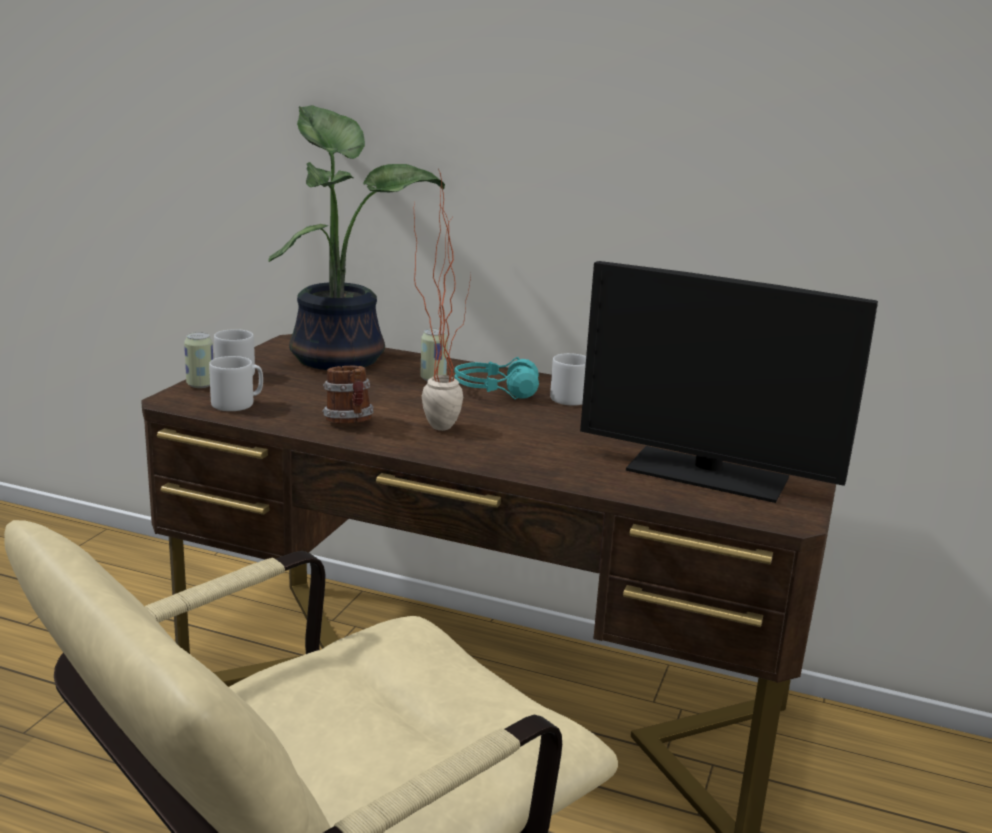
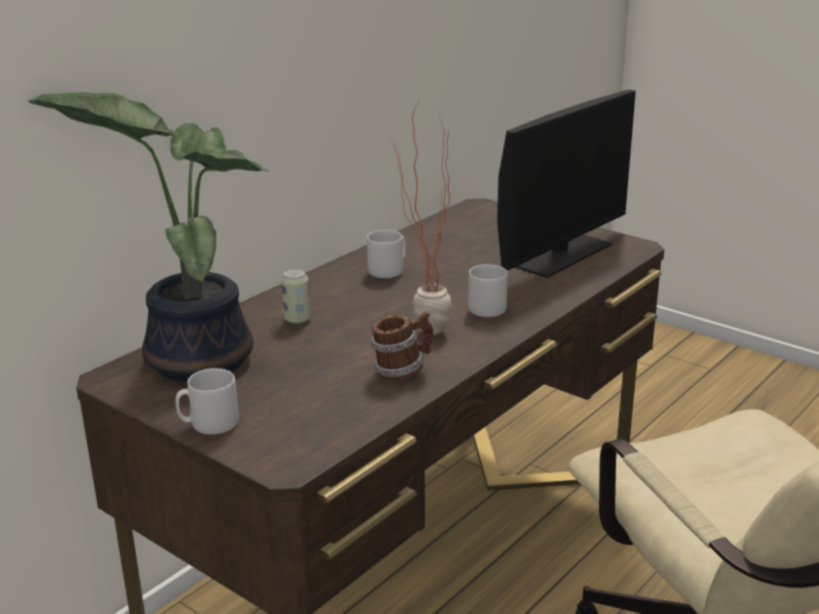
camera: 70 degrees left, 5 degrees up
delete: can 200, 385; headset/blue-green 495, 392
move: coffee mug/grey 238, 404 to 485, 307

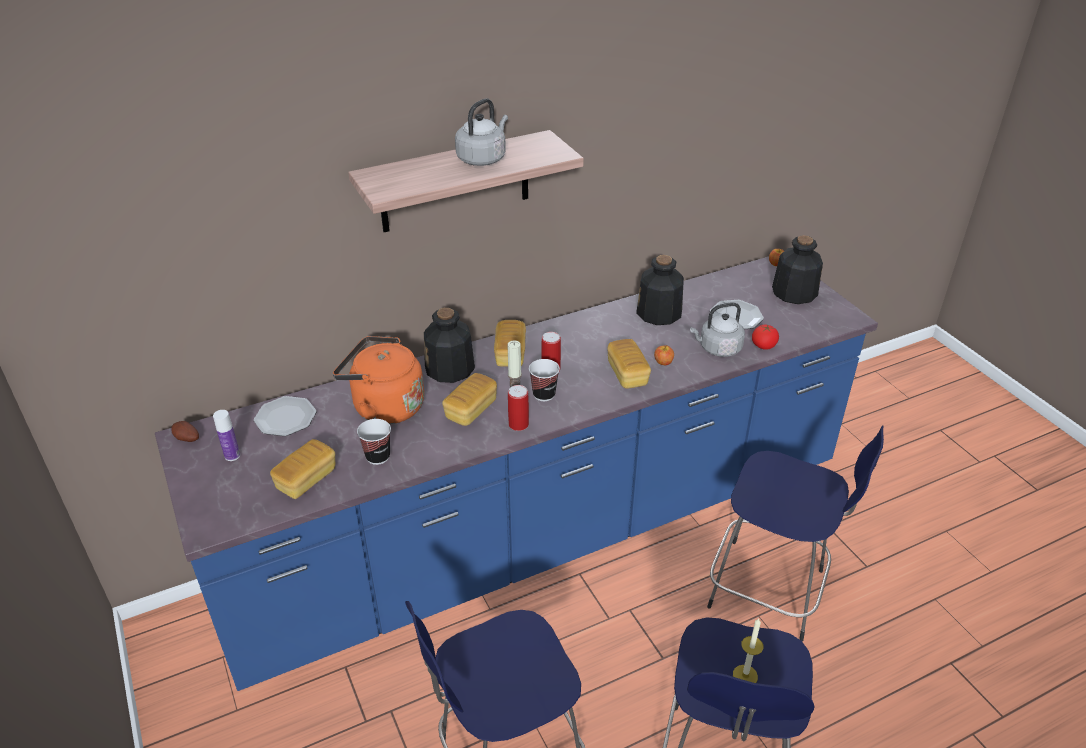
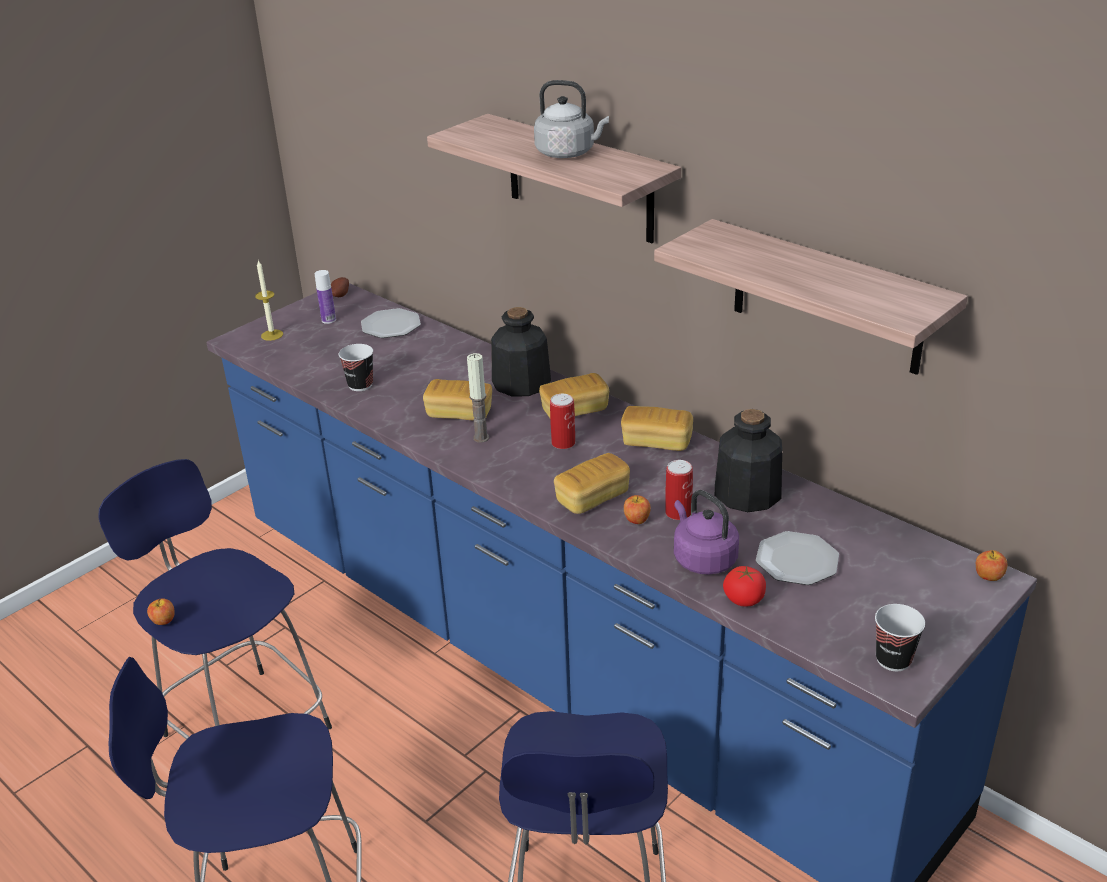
camera: 70 degrees right, 5 degrees down
delete: water kettle/orange-coloured 384, 407; bottle 793, 292
insert: whole apple 163, 621; wall shelf 826, 298
move: baked bread 306, 479 to 656, 442; can 518, 424 to 678, 513; small cup 544, 394 to 893, 659; wax candle 745, 675 to 272, 335
recolor: water kettle/grey 717, 349 to water kettle/purplish 702, 558

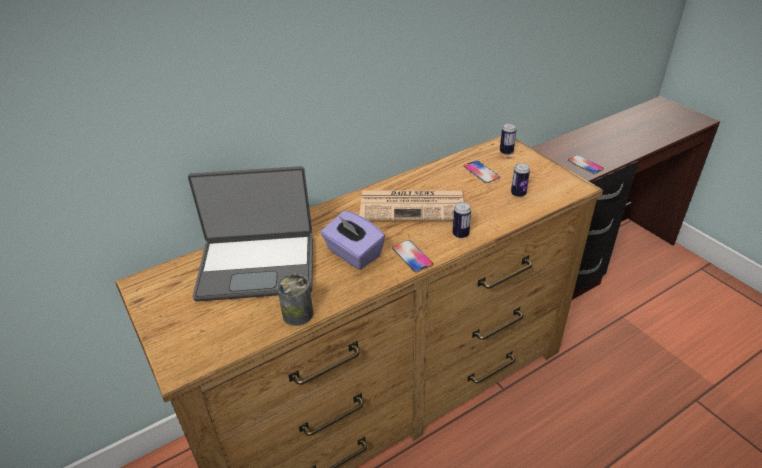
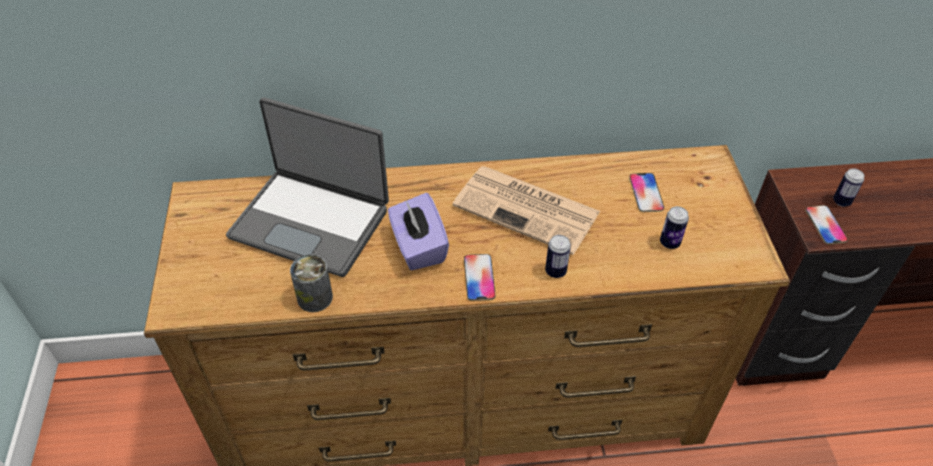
camera: 25 degrees right, 10 degrees up
move: can 506, 152 to 841, 201

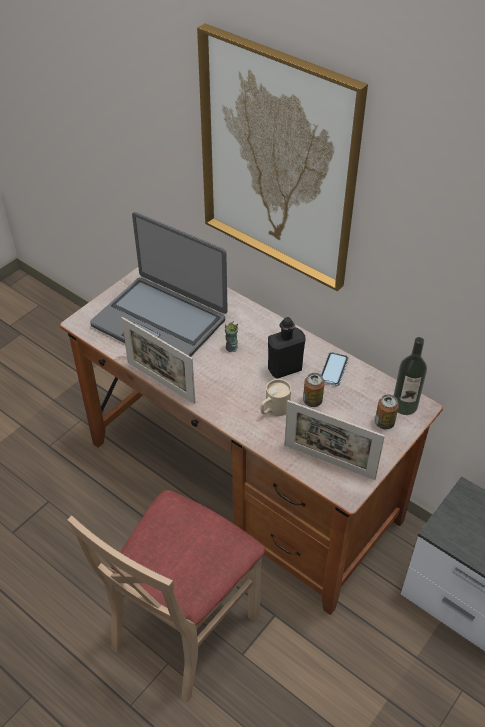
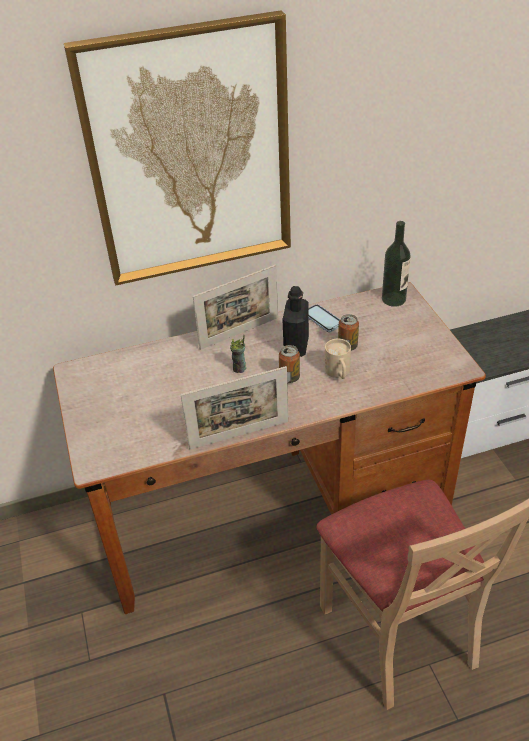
camera: 55 degrees left, 5 degrees down
delete: portable computer 160, 321
move: picture frame 329, 462 to 239, 333; can 384, 423 to 289, 377

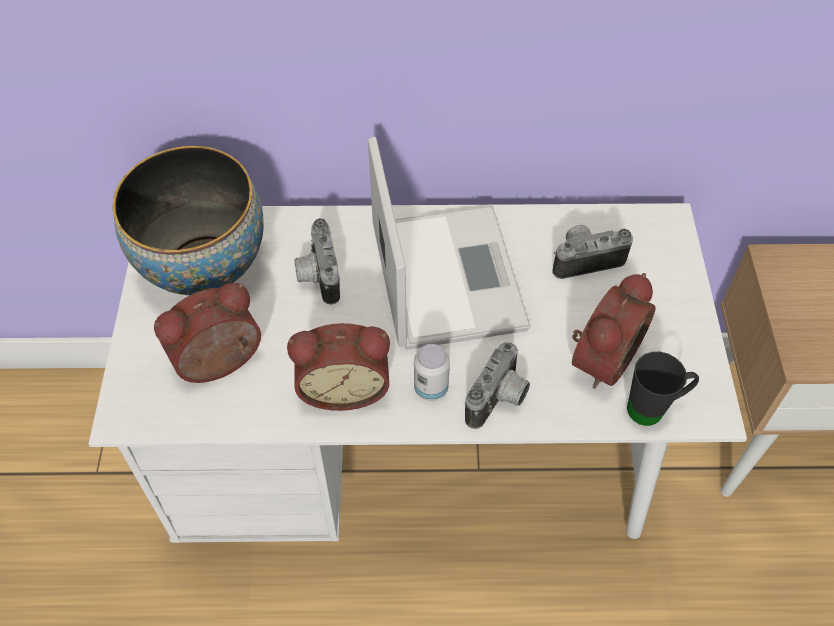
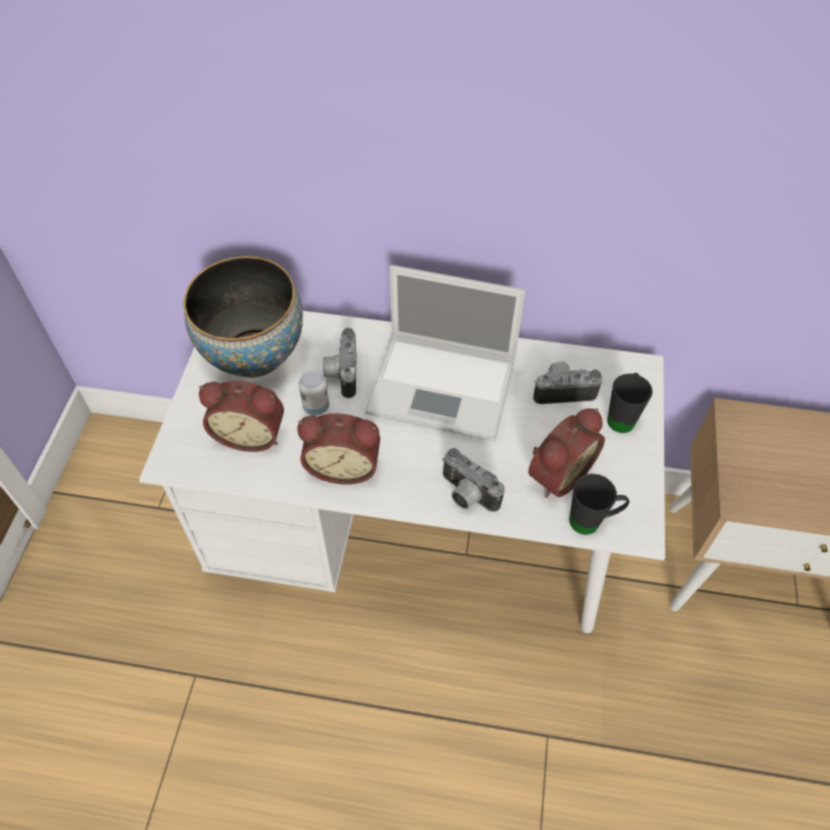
camera: 10 degrees right, 0 degrees up
insert: coffee mug/blackish 622, 416
move: can 431, 388 to 316, 407
rotate: table clock 220, 364 = 251, 433 150 degrees counterclockwise; portable computer 445, 274 = 445, 386 105 degrees clockwise; still camera 499, 400 = 466, 495 90 degrees clockwise

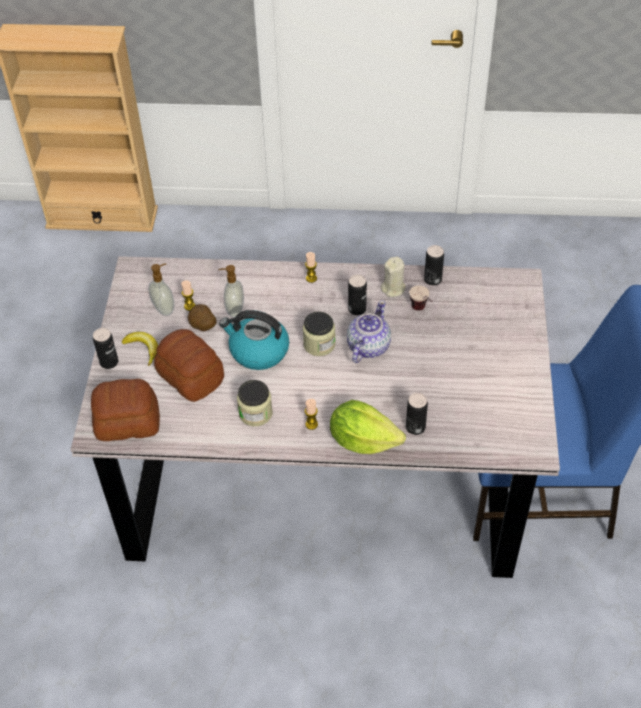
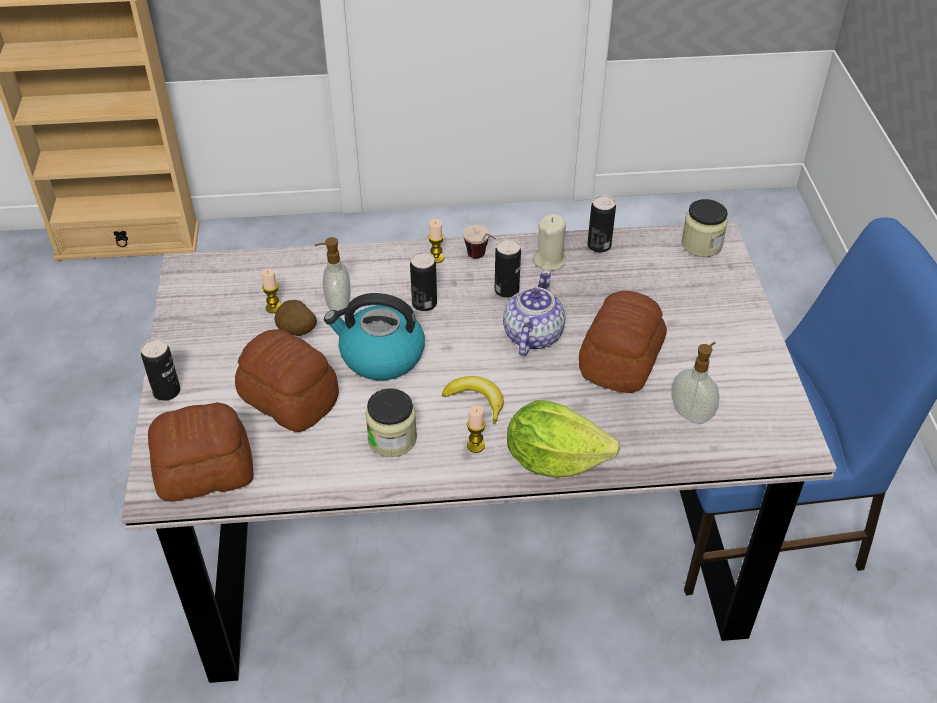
camera: 10 degrees left, 5 degrees down
insert: baked bread 622, 360
move: banana 143, 349 to 476, 401; soap dispenser 164, 308 to 691, 413; preserve jar 319, 344 to 701, 244; can 415, 427 to 424, 303; small cup 421, 311 to 481, 259

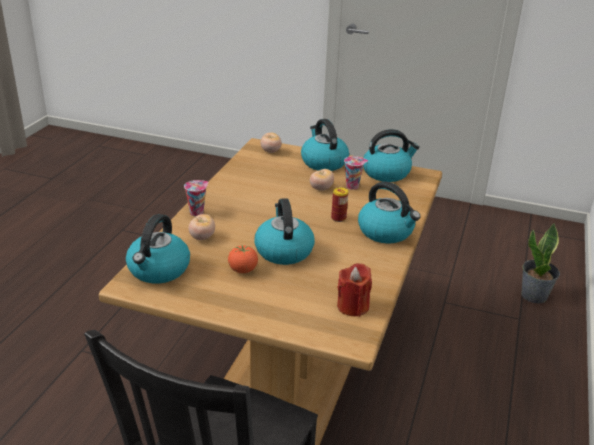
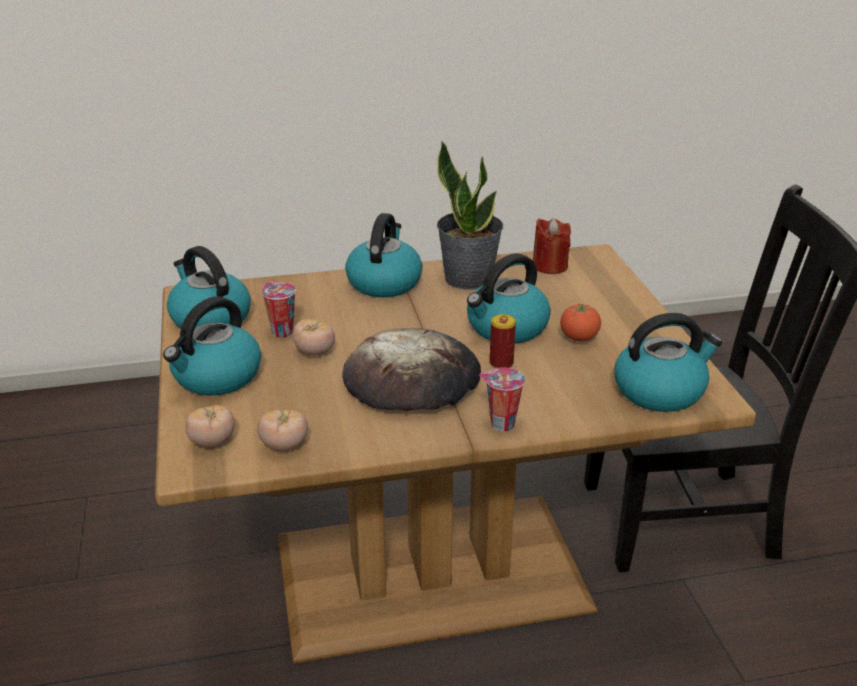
camera: 120 degrees left, 0 degrees up
insert: baked bread 413, 380
move: tomato 202, 237 to 284, 445; can 338, 218 to 501, 363; potted plant 534, 296 to 468, 278

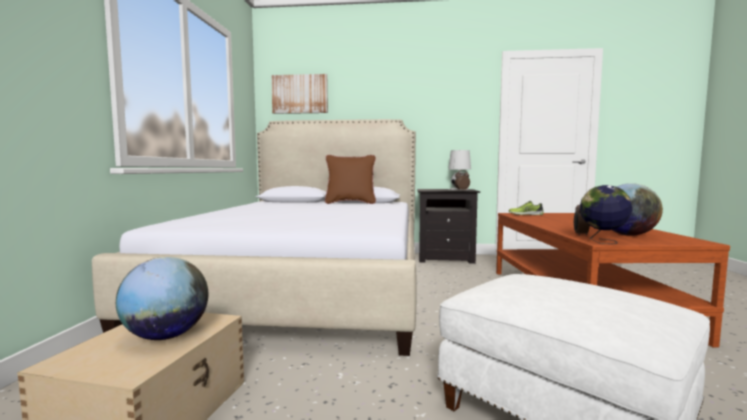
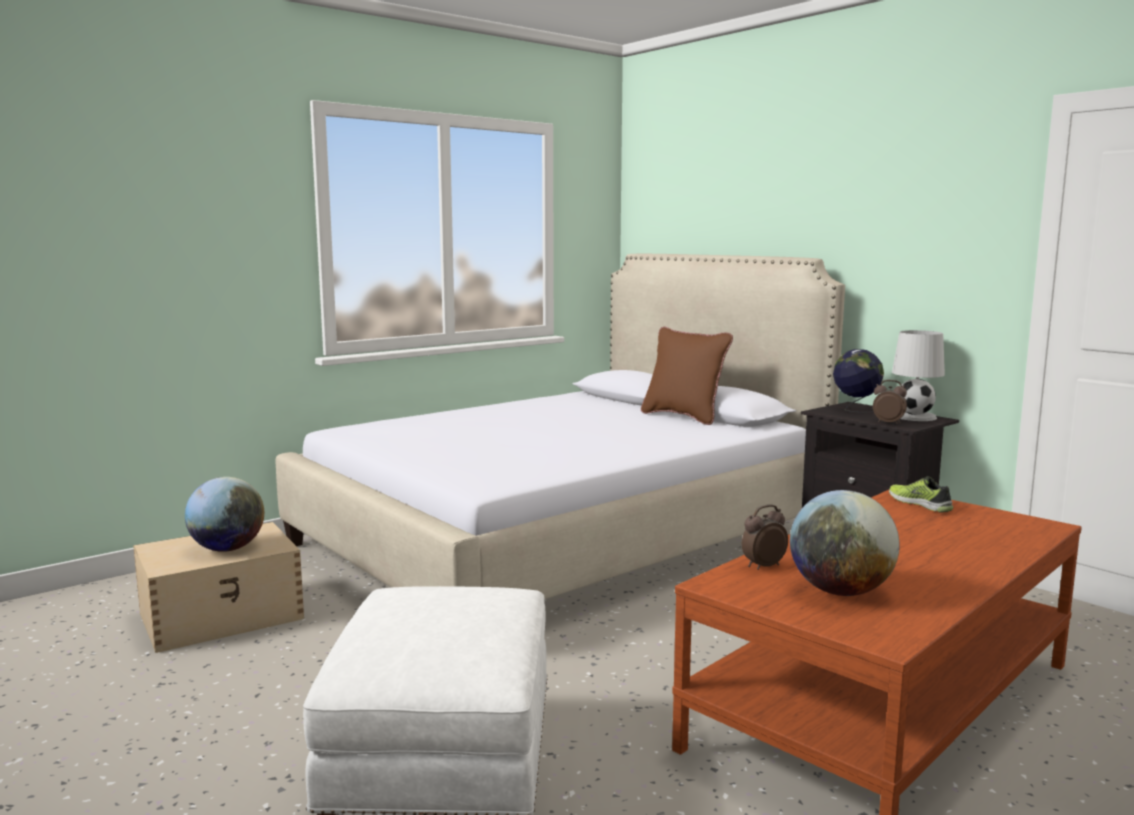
camera: 45 degrees right, 5 degrees up
delete: wall picture 300, 94
move: globe 603, 242 to 855, 410

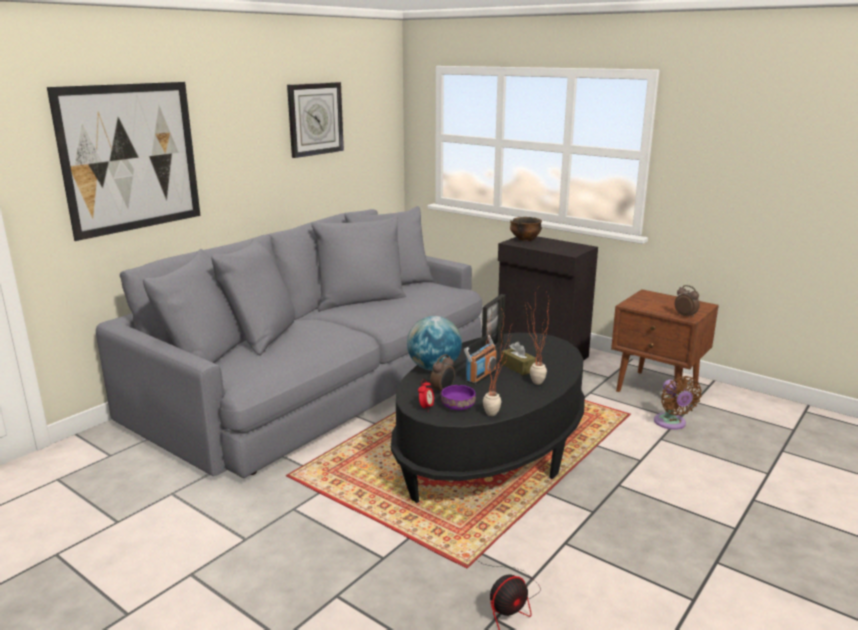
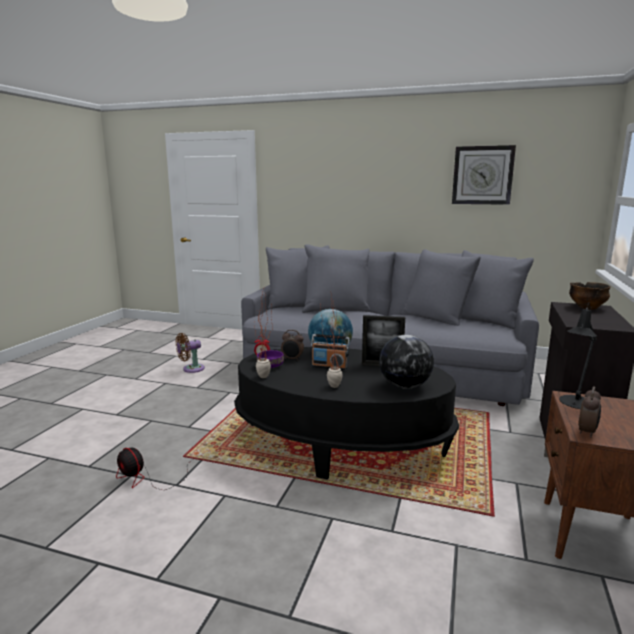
camera: 70 degrees right, 5 degrees down
delete: wall picture 131, 158; box of tissues/brownish 518, 367
insert: globe 404, 386; table lamp/blackish 575, 403
move: electric fan/brownish 671, 423 to 191, 369

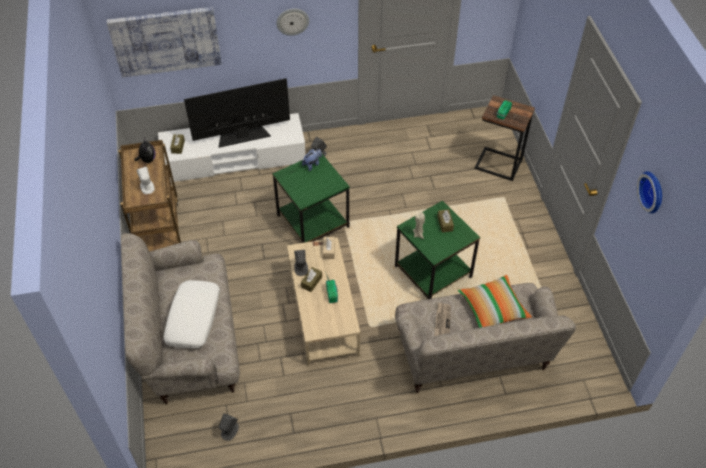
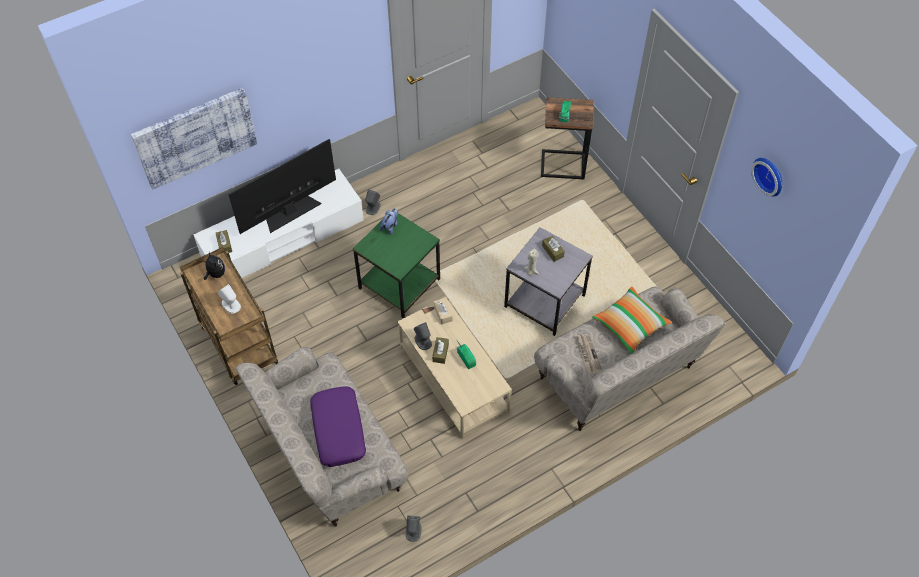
camera: 20 degrees left, 5 degrees up
delete: clock on the wall 292, 21
recolor: cushion/white-coloured 194, 319 to cushion/purplish 339, 430; accent table/green 434, 272 to accent table/grey 546, 301

